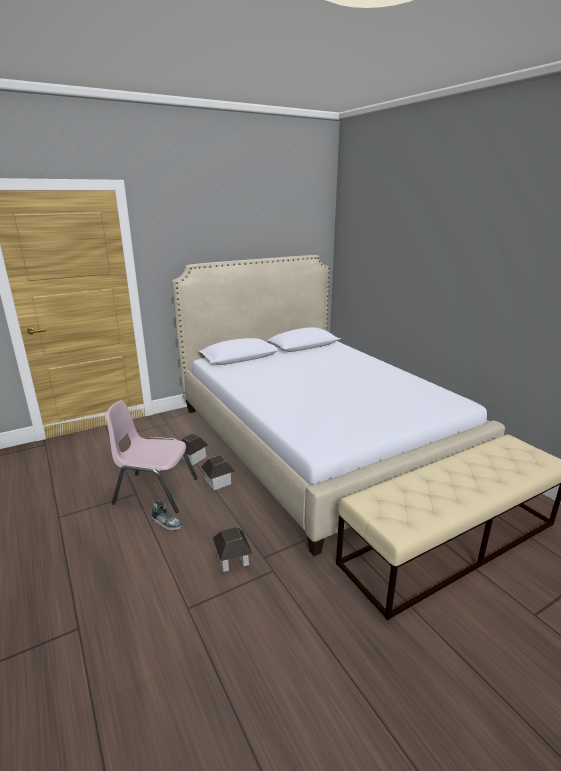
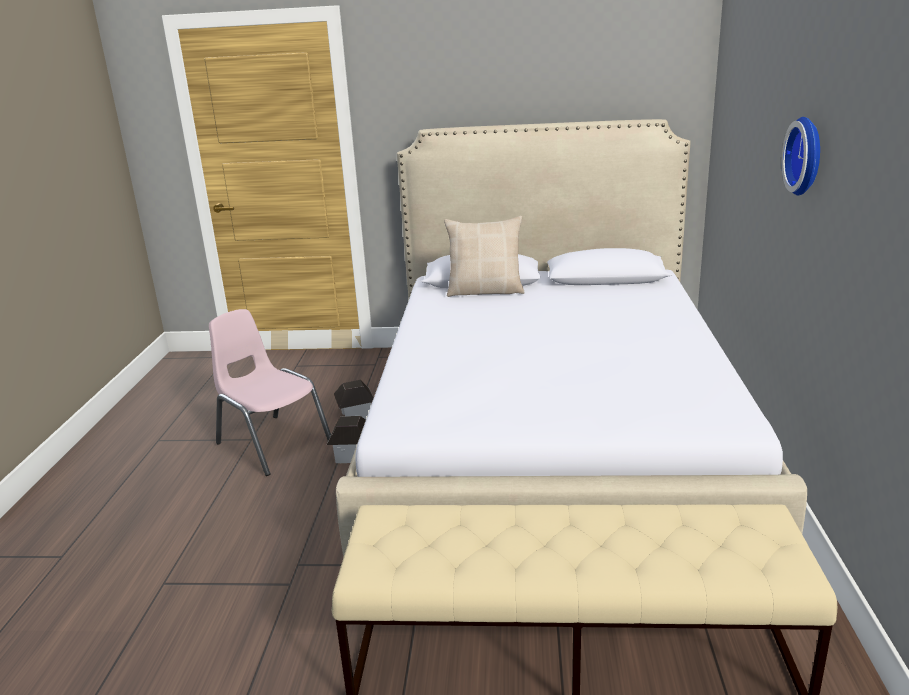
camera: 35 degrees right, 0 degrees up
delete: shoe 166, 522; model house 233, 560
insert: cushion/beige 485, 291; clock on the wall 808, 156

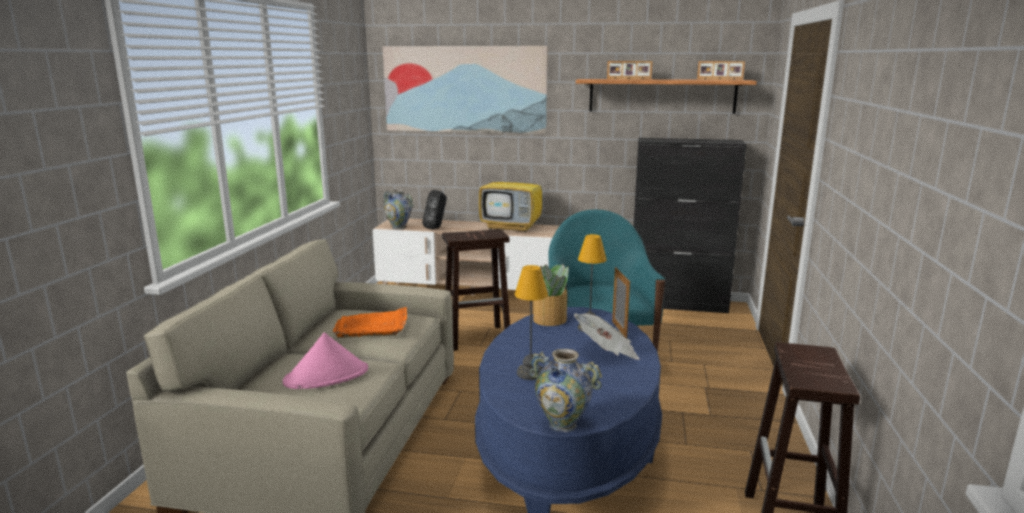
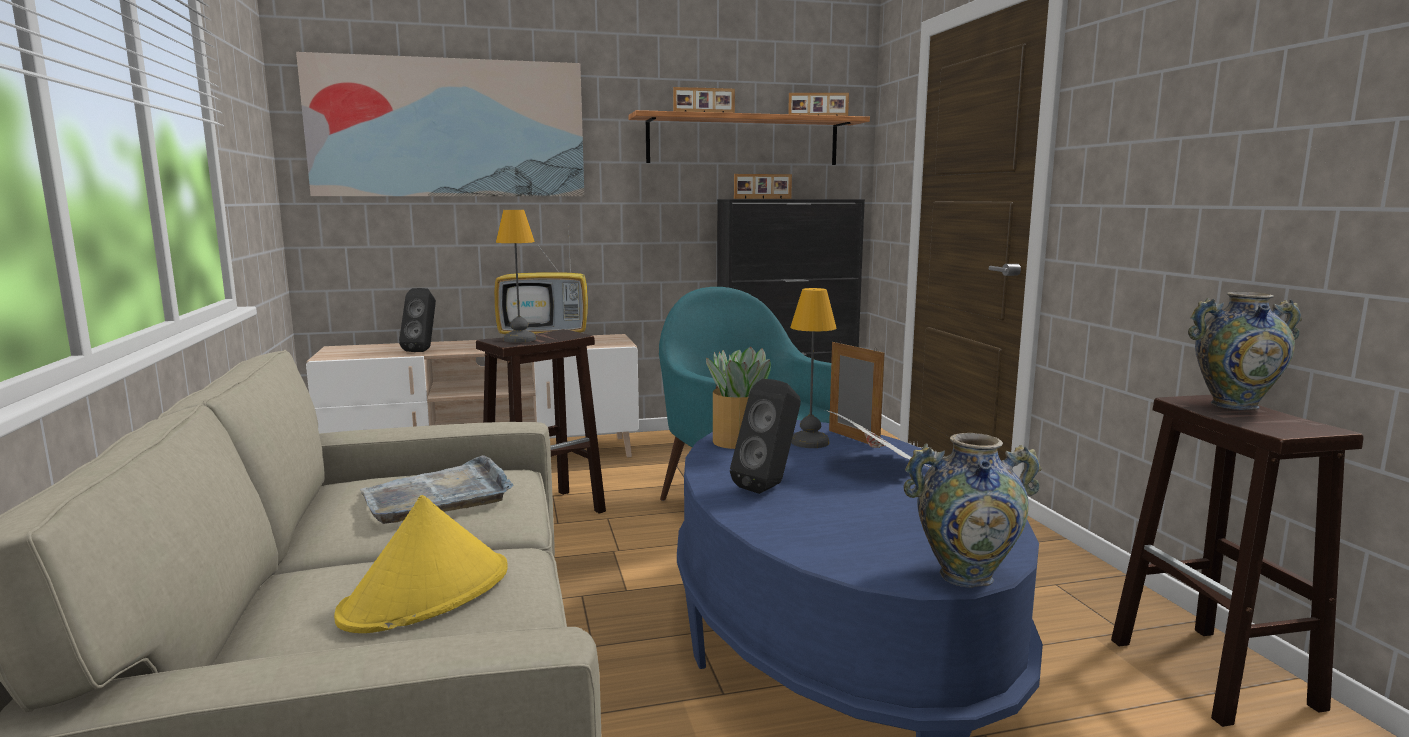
camera: 25 degrees left, 5 degrees down
insert: audio speaker/blackish 769, 487; picture frame 763, 198
move: flower vase 399, 227 to 1234, 405; table lamp 529, 373 to 519, 339
recolor: hat/pink 327, 376 to hat/yellow 428, 593; carrying tray/orange-coloured 372, 326 to carrying tray/grey 438, 496

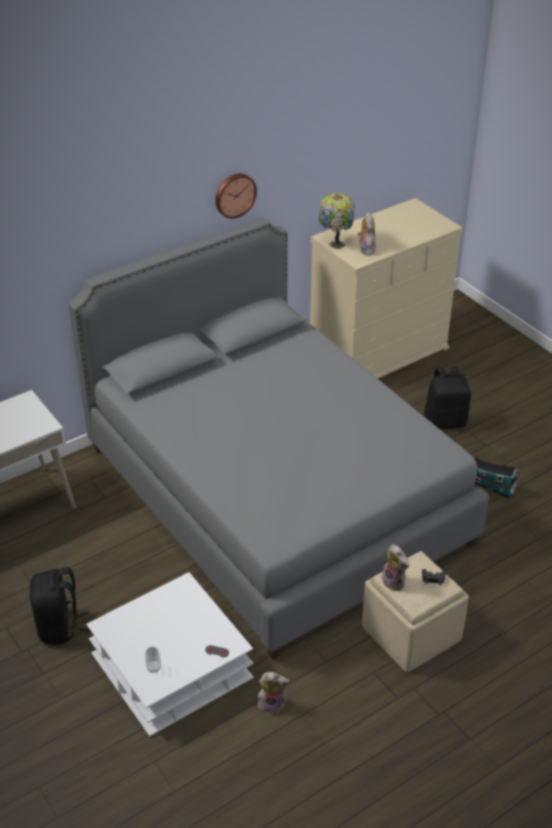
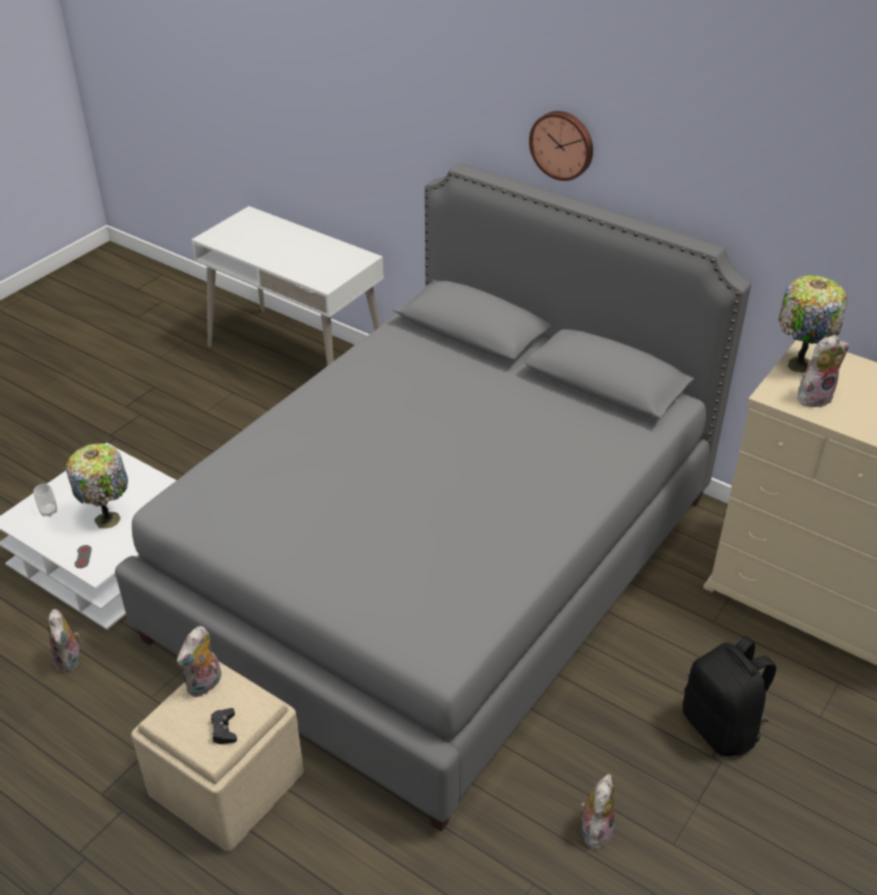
camera: 70 degrees right, 0 degrees up
delete: knapsack/blackish 59, 627
insert: table lamp 109, 518
move: clock on the wall 234, 195 to 562, 144
replace: model house 491, 486 to cuddly toy 595, 829

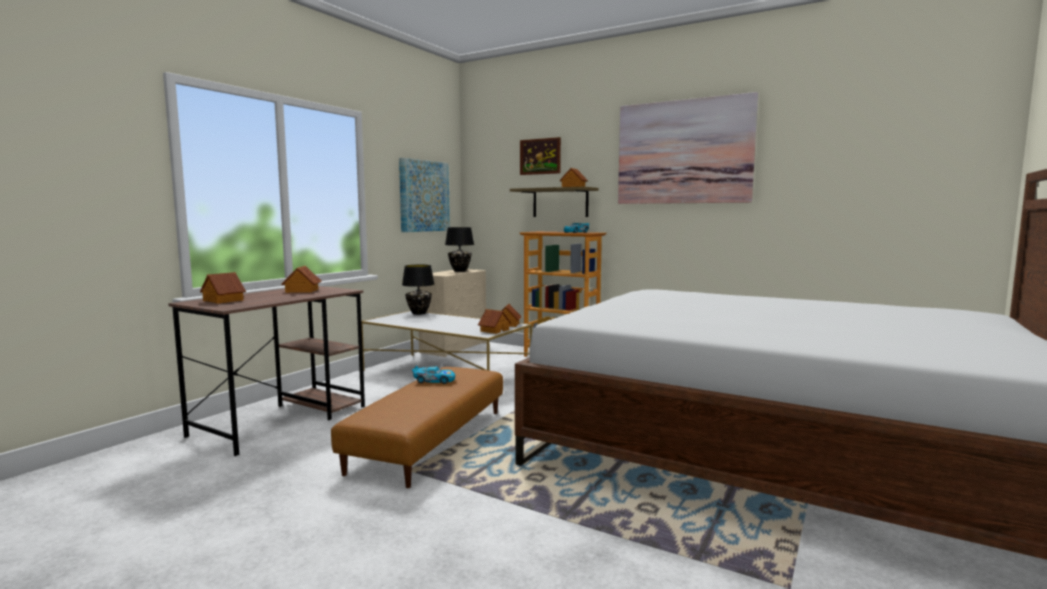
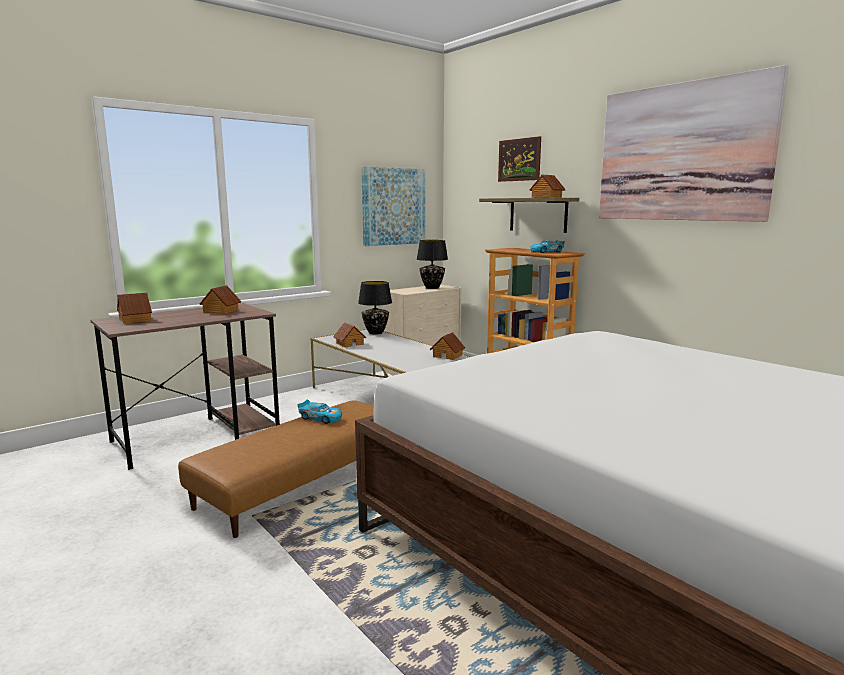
camera: 20 degrees right, 5 degrees up
move: model house 494, 330 to 349, 344

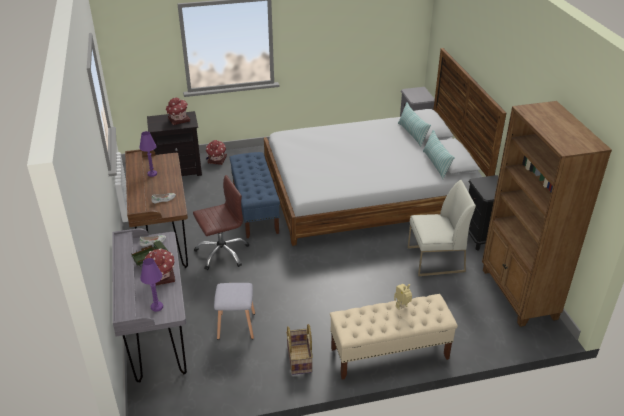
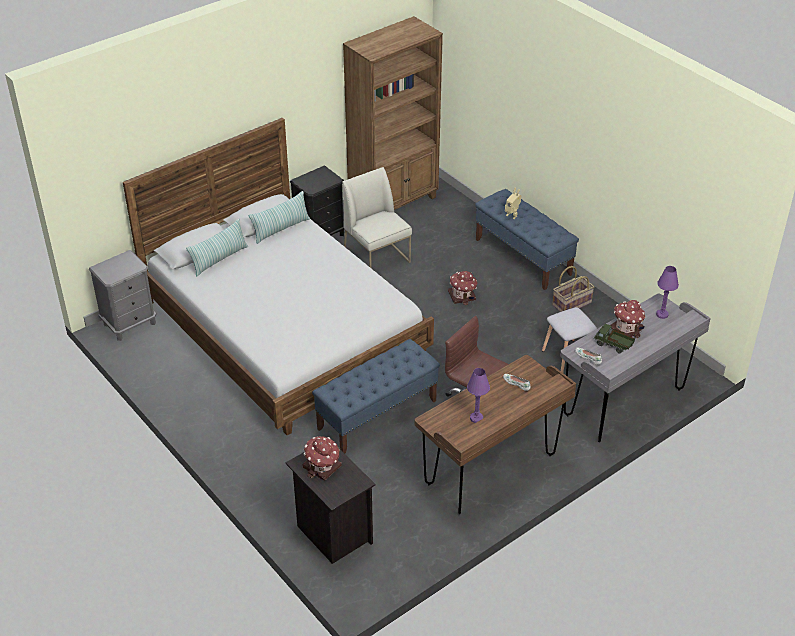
camera: 115 degrees left, 5 degrees up
move: model house 217, 160 to 462, 296
recolor: bench/beige 389, 354 to bench/bluish 523, 257

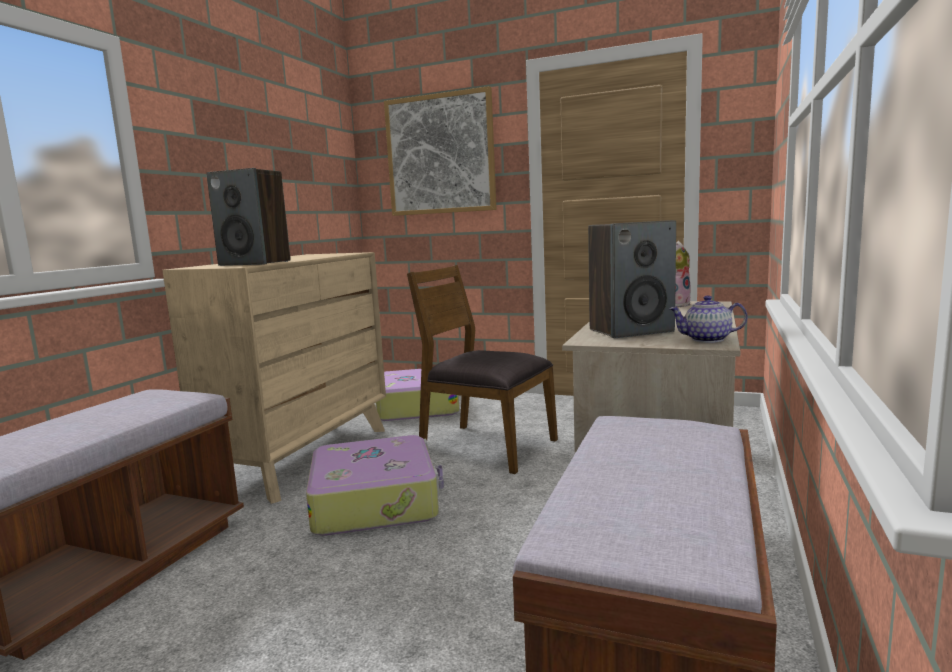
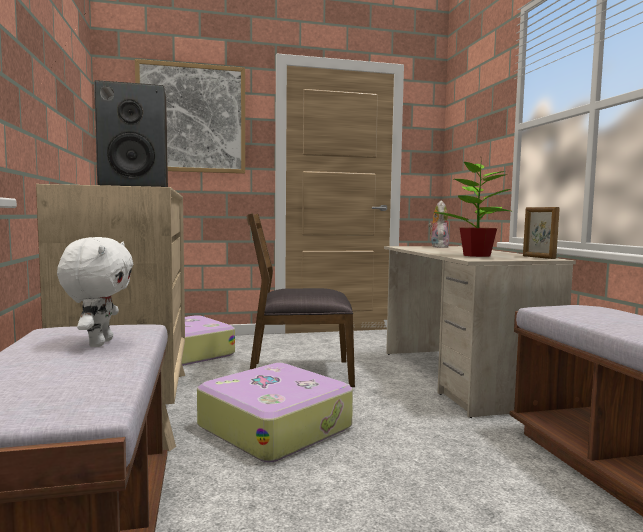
camera: 35 degrees left, 5 degrees down
insert: cuddly toy/white-coloured 99, 343
replace: audio speaker 631, 331 to potted plant 476, 255; teapot 707, 340 to picture frame 538, 257

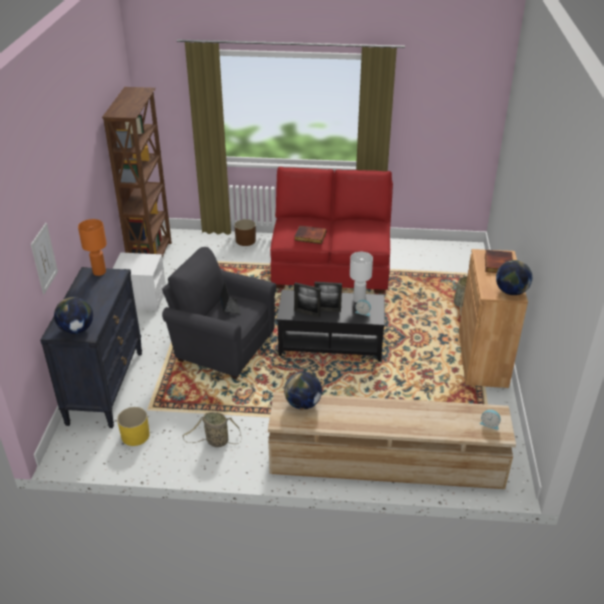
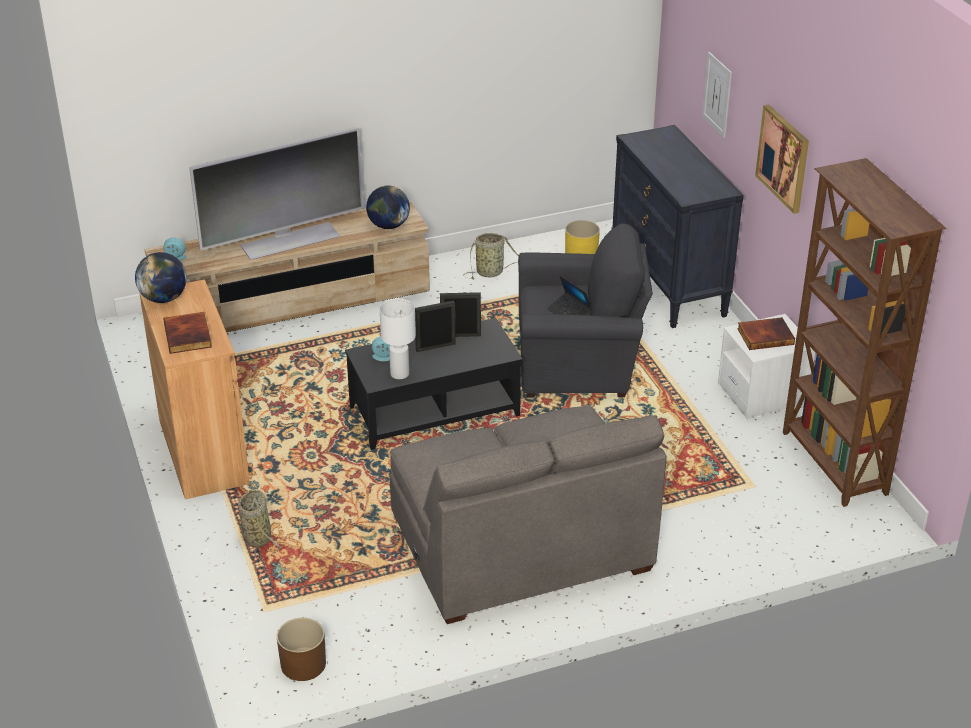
camera: 155 degrees right, 0 degrees up
delete: globe 77, 330; table lamp/orange-coloured 100, 272
insert: television 289, 240; wall picture 783, 158
move: plant pot/brownish 245, 240 to 303, 664; book 310, 237 to 765, 336
recolor: couch/red 331, 267 to couch/grey 520, 544

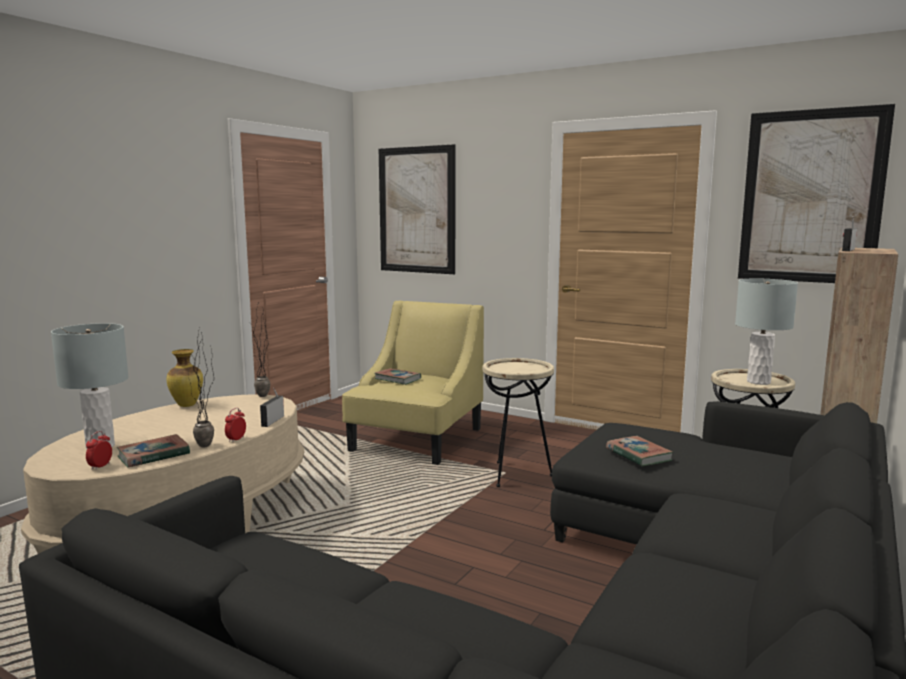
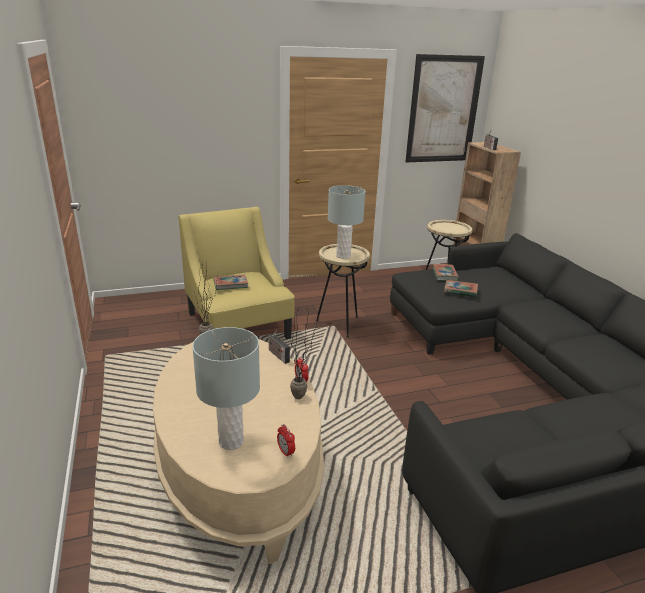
camera: 50 degrees left, 15 degrees up
delete: flower vase 187, 405; wall picture 416, 210
move: book 153, 455 to 445, 274; table lamp/grey 759, 382 to 343, 256

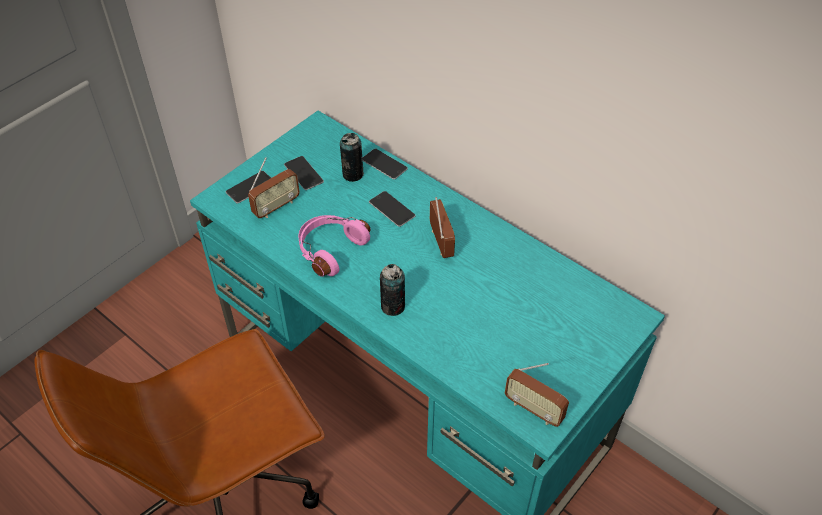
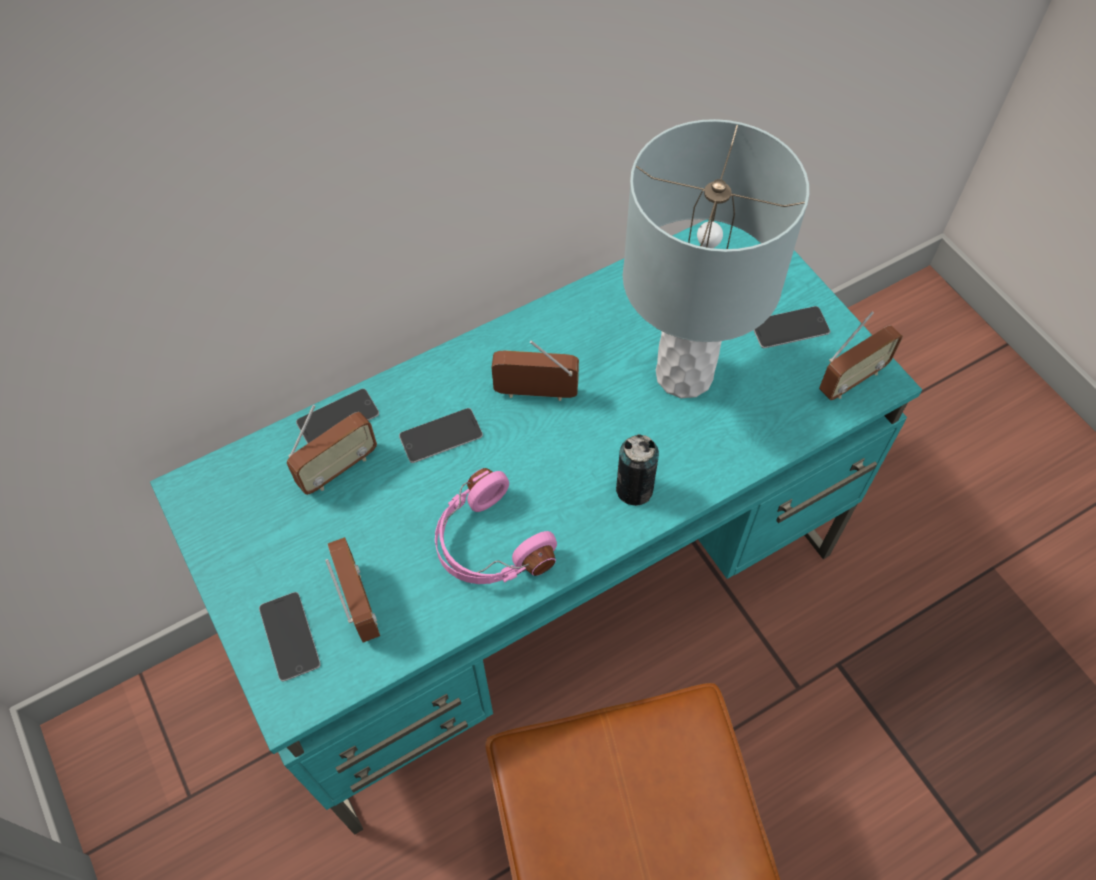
camera: 70 degrees left, 10 degrees up
insert: table lamp/grey 684, 373
move: handset 303, 173 to 790, 327
replace: can 352, 174 to radio receiver 338, 469

